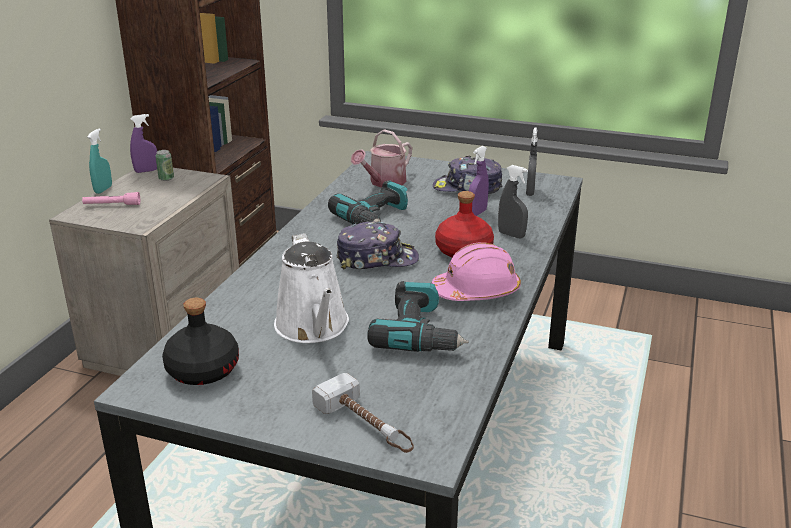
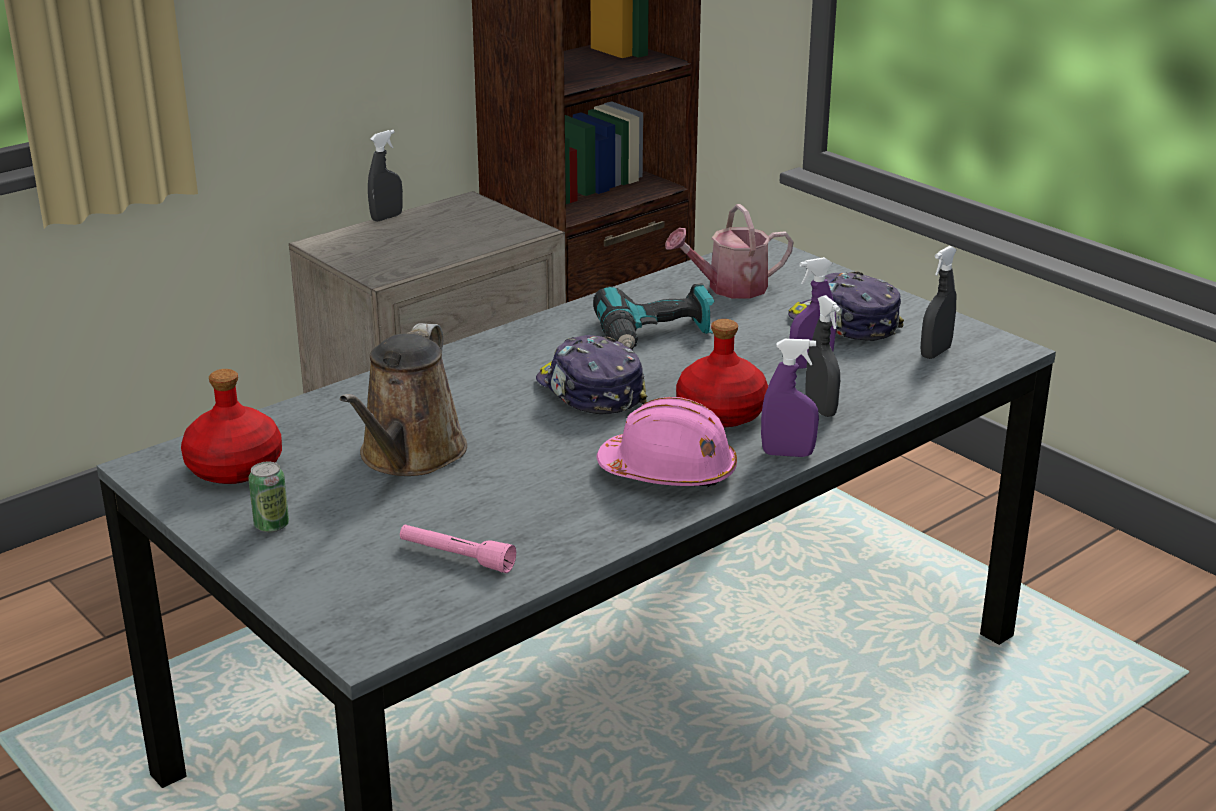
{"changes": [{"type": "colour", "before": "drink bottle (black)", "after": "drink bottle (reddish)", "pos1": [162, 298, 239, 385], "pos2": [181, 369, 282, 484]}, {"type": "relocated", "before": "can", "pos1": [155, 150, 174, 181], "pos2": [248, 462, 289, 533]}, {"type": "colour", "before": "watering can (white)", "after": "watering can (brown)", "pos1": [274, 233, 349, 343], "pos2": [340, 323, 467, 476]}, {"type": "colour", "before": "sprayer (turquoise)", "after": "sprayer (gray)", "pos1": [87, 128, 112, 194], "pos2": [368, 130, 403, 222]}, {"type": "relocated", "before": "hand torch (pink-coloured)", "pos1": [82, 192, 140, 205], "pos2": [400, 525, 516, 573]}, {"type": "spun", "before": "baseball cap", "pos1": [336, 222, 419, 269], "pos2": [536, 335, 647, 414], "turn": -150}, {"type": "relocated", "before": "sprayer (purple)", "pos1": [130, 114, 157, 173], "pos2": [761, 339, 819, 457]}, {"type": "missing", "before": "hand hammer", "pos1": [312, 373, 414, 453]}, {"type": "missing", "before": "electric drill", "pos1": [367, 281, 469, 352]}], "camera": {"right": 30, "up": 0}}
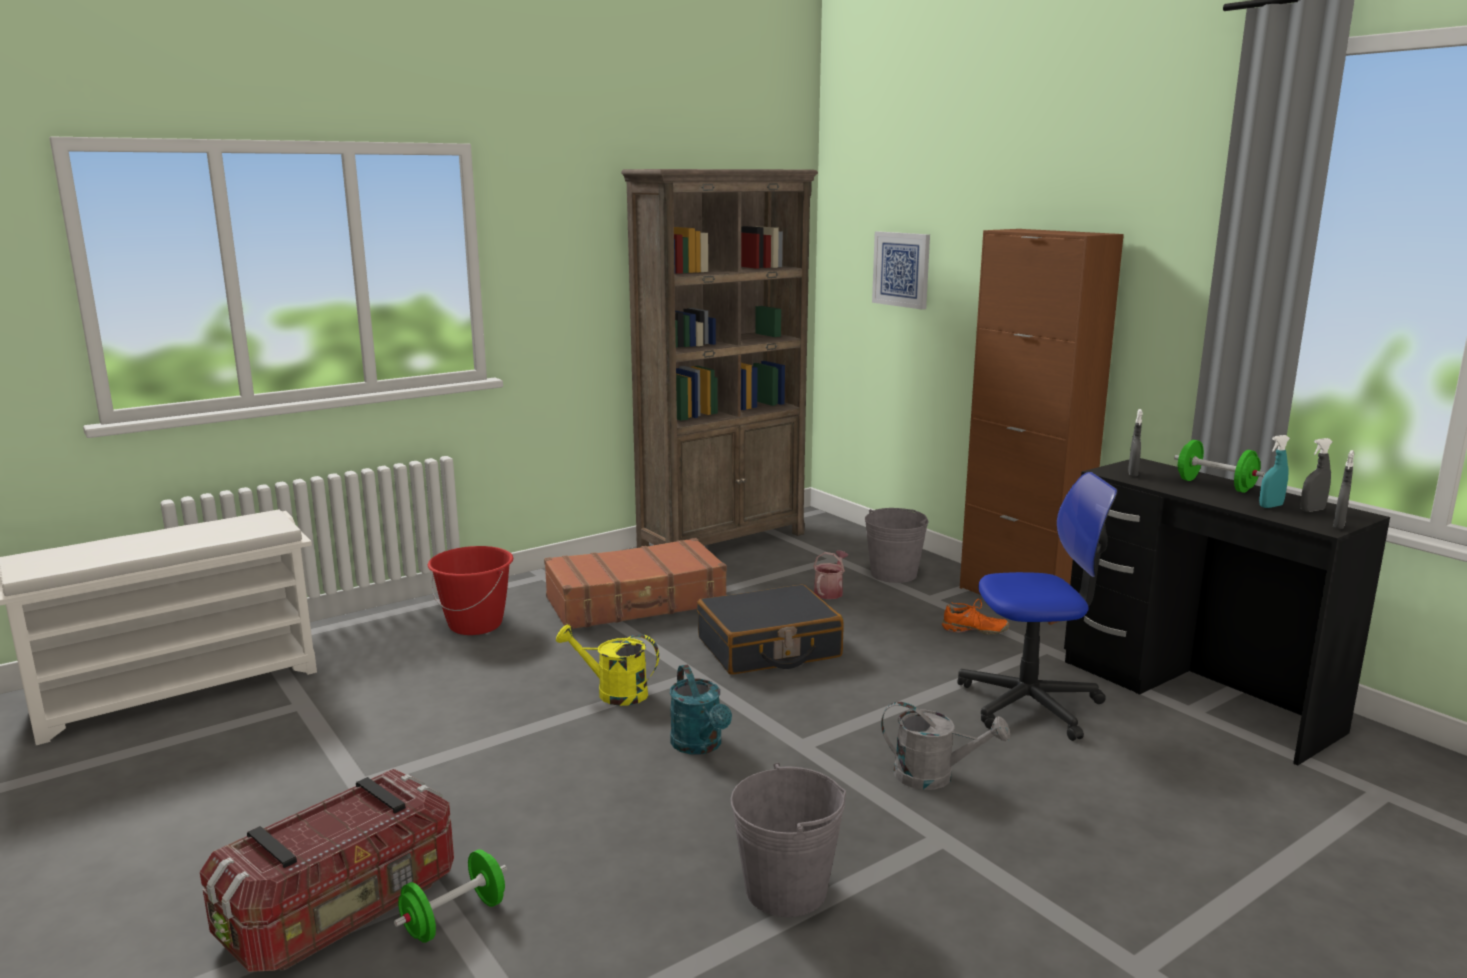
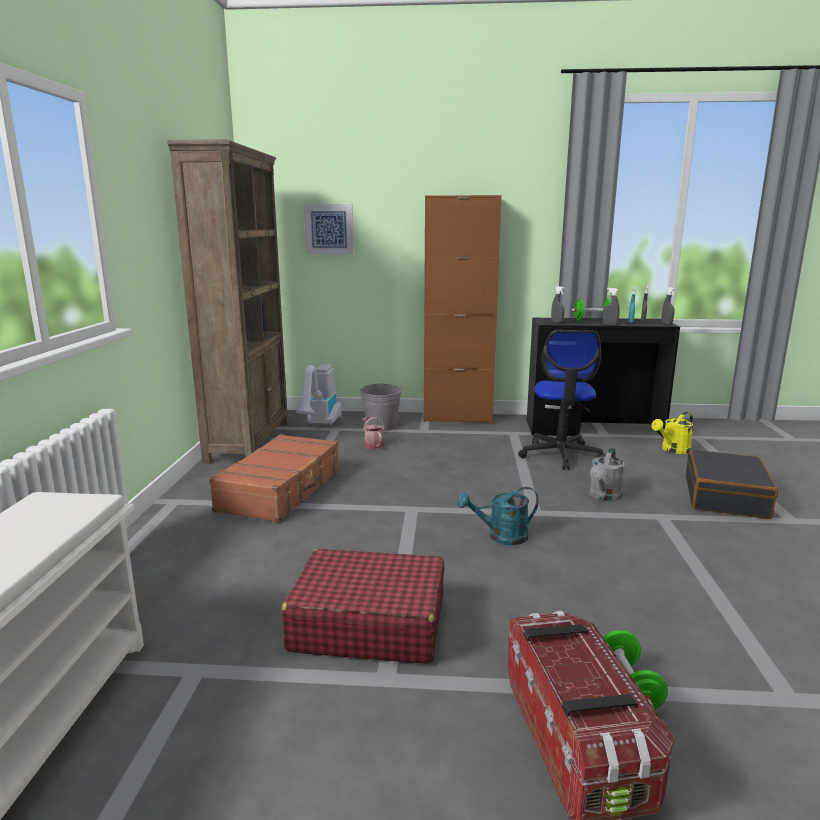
{"changes": [{"type": "appeared", "after": "piece of luggage (reddish)", "pos2": [282, 549, 445, 664]}, {"type": "appeared", "after": "hoover", "pos2": [295, 364, 342, 425]}, {"type": "spun", "before": "watering can (turquoise)", "pos1": [670, 665, 732, 755], "pos2": [457, 487, 539, 545], "turn": 150}, {"type": "spun", "before": "office chair", "pos1": [957, 472, 1118, 741], "pos2": [518, 330, 606, 470], "turn": 150}, {"type": "spun", "before": "watering can (gray)", "pos1": [881, 702, 1010, 790], "pos2": [589, 448, 625, 501], "turn": 150}, {"type": "appeared", "after": "sprayer (gray)", "pos2": [602, 288, 620, 325]}, {"type": "relocated", "before": "watering can (yellowish)", "pos1": [556, 624, 659, 706], "pos2": [651, 412, 694, 454]}, {"type": "relocated", "before": "piece of luggage (black)", "pos1": [697, 584, 844, 675], "pos2": [686, 449, 778, 519]}, {"type": "missing", "before": "water bucket (reddish)", "pos1": [428, 546, 513, 635]}, {"type": "missing", "before": "water bucket (gray)", "pos1": [730, 763, 846, 917]}, {"type": "missing", "before": "item of footwear (orange-coloured)", "pos1": [942, 599, 1009, 635]}], "camera": {"right": -50, "up": 0}}
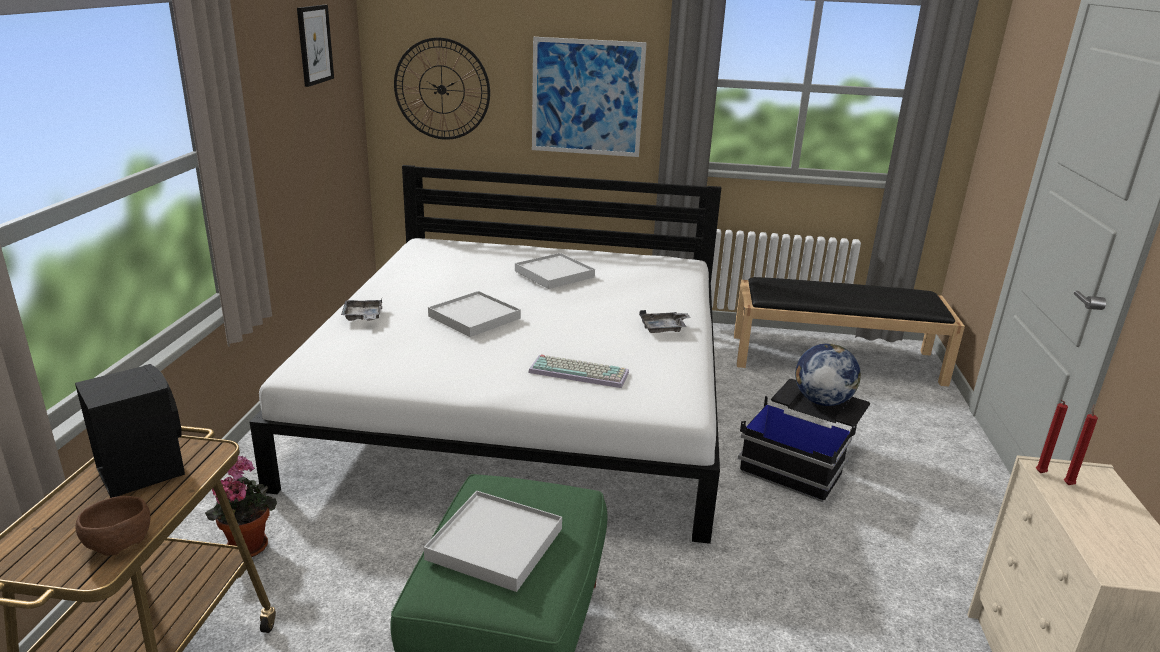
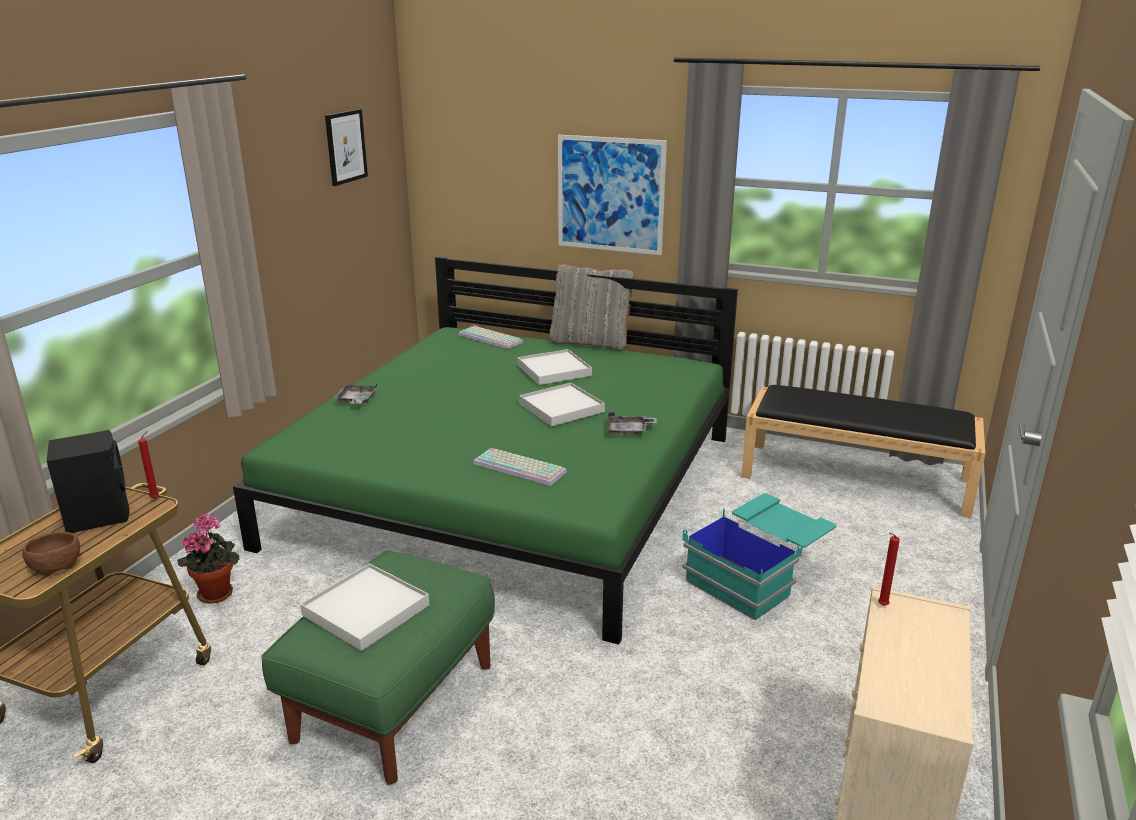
{"changes": [{"type": "relocated", "before": "wax candle (reddish)", "pos1": [1064, 404, 1098, 485], "pos2": [138, 431, 159, 499]}, {"type": "colour", "before": "bedroom bed (white)", "after": "bedroom bed (green)", "pos1": [250, 165, 721, 544], "pos2": [233, 257, 738, 645]}, {"type": "appeared", "after": "keyboard", "pos2": [458, 326, 523, 349]}, {"type": "relocated", "before": "serving tray (white)", "pos1": [428, 291, 521, 337], "pos2": [519, 383, 605, 426]}, {"type": "appeared", "after": "pillow (gray)", "pos2": [550, 264, 635, 351]}, {"type": "colour", "before": "storage bin (black)", "after": "storage bin (turquoise)", "pos1": [738, 379, 870, 502], "pos2": [682, 493, 836, 620]}, {"type": "missing", "before": "hanging clock", "pos1": [394, 38, 490, 140]}, {"type": "missing", "before": "desk globe", "pos1": [795, 343, 861, 406]}], "camera": {"right": 15, "up": 0}}
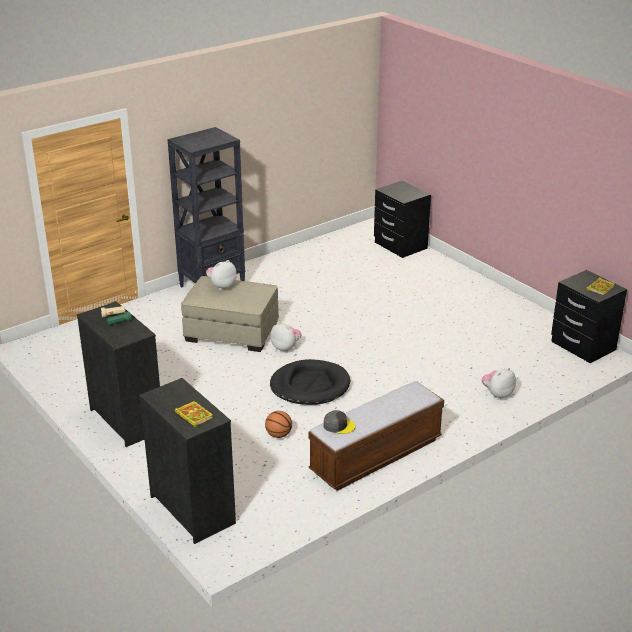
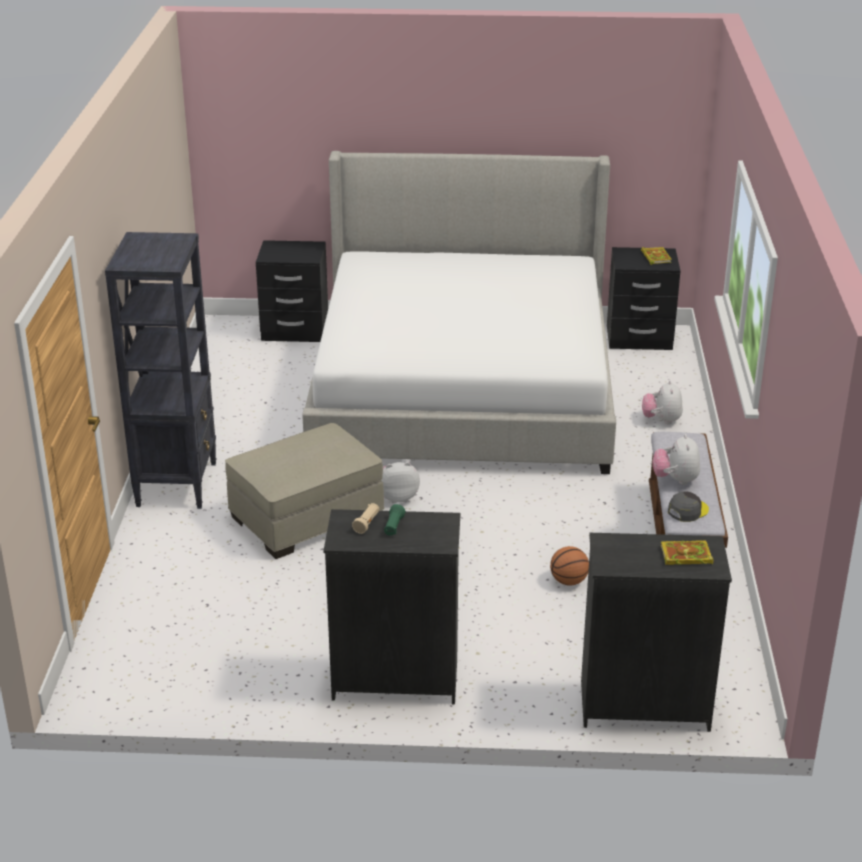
{"changes": [{"type": "appeared", "after": "bedroom bed", "pos2": [302, 151, 616, 474]}, {"type": "relocated", "before": "soft toy", "pos1": [206, 260, 237, 290], "pos2": [652, 434, 700, 485]}, {"type": "missing", "before": "dog cushion (black)", "pos1": [270, 359, 350, 405]}], "camera": {"right": -50, "up": 0}}
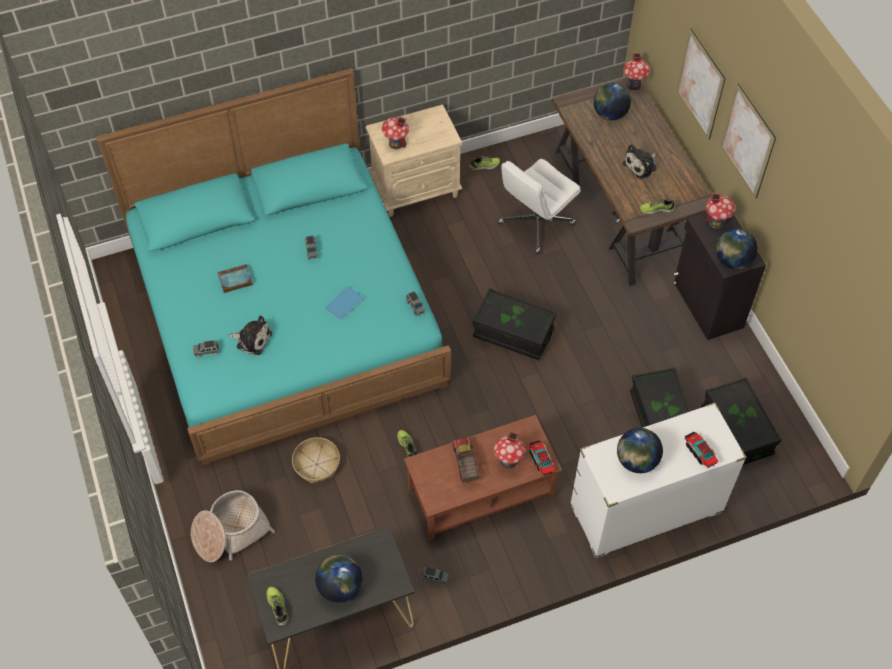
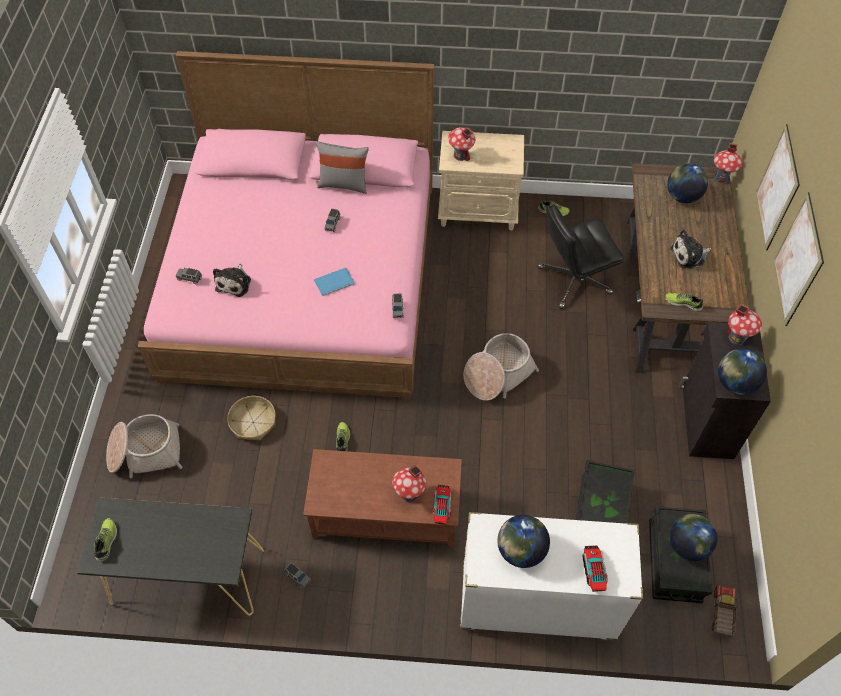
{"changes": [{"type": "colour", "before": "bedroom bed (turquoise)", "after": "bedroom bed (pink-coloured)", "pos1": [96, 68, 451, 466], "pos2": [138, 51, 434, 399]}, {"type": "spun", "before": "soft toy", "pos1": [228, 315, 272, 355], "pos2": [213, 264, 251, 297], "turn": 60}, {"type": "appeared", "after": "pillow (gray)", "pos2": [316, 141, 369, 194]}, {"type": "exchanged", "before": "storage bin (black)", "after": "basket", "pos1": [473, 288, 557, 360], "pos2": [463, 333, 539, 401]}, {"type": "colour", "before": "office chair (white)", "after": "office chair (black)", "pos1": [498, 159, 581, 254], "pos2": [538, 204, 624, 309]}, {"type": "relocated", "before": "desk globe", "pos1": [315, 555, 362, 603], "pos2": [669, 514, 717, 561]}, {"type": "relocated", "before": "toy truck", "pos1": [452, 437, 479, 482], "pos2": [712, 584, 737, 637]}, {"type": "missing", "before": "book", "pos1": [217, 264, 253, 293]}], "camera": {"right": 25, "up": 0}}
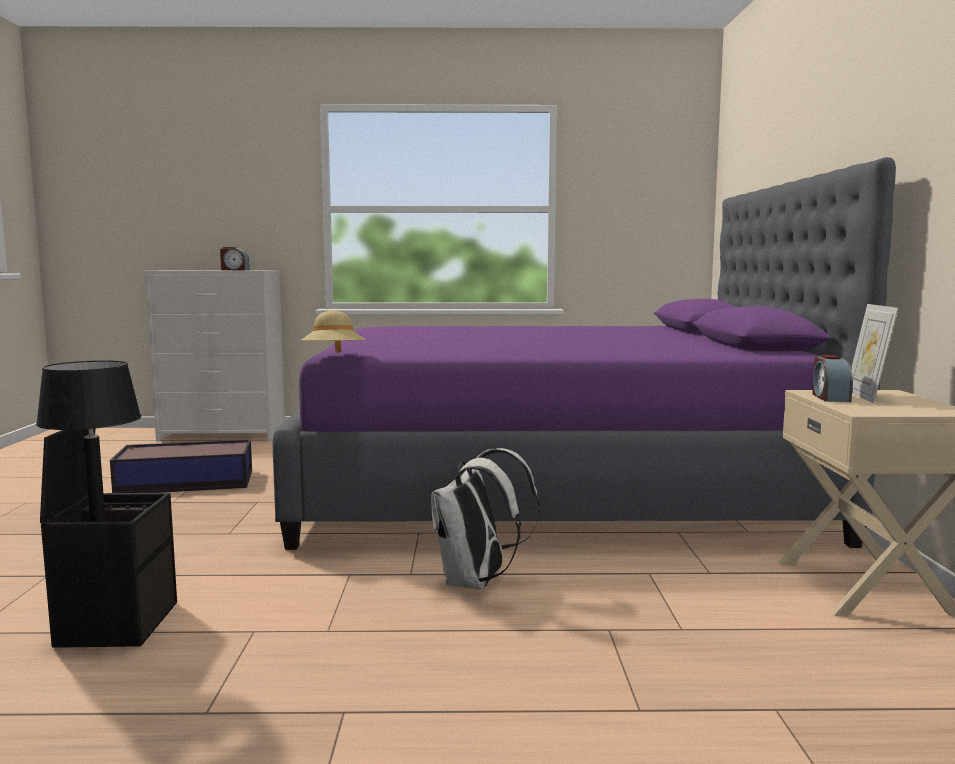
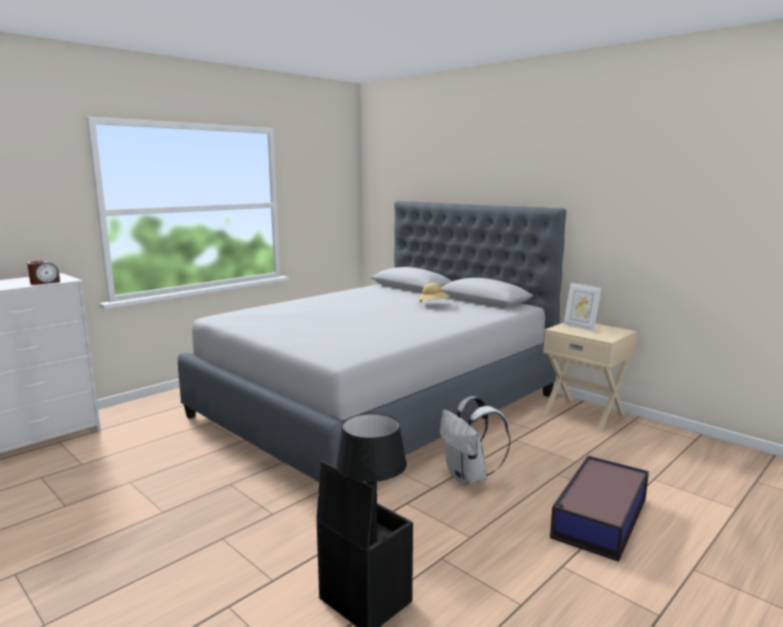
{"changes": [{"type": "colour", "before": "bedroom bed (purple)", "after": "bedroom bed (gray)", "pos1": [273, 157, 896, 550], "pos2": [178, 201, 566, 482]}, {"type": "relocated", "before": "wearable hat (beige-coloured)", "pos1": [300, 311, 366, 353], "pos2": [417, 283, 450, 303]}, {"type": "relocated", "before": "storage bin", "pos1": [110, 440, 252, 493], "pos2": [550, 456, 649, 562]}, {"type": "missing", "before": "bedside clock", "pos1": [812, 355, 853, 402]}], "camera": {"right": -45, "up": 5}}
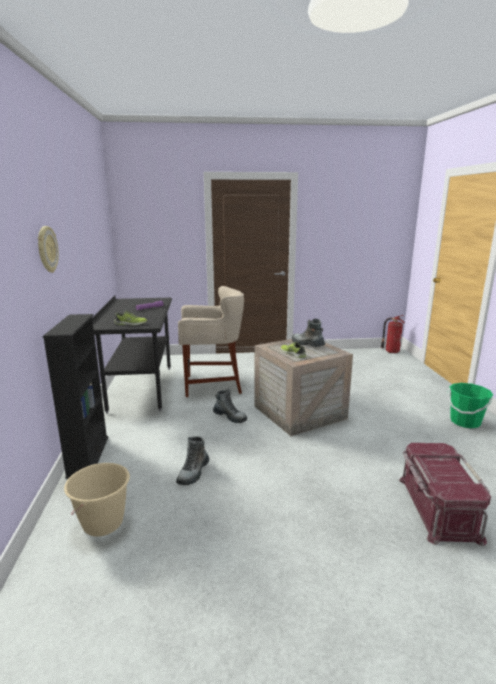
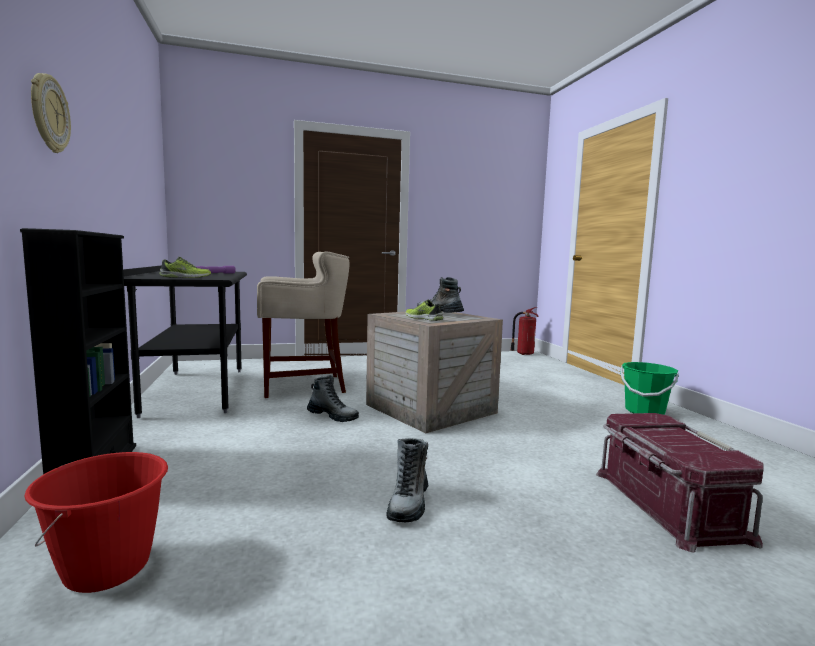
{"changes": [{"type": "colour", "before": "water bucket (beige-coloured)", "after": "water bucket (reddish)", "pos1": [64, 463, 130, 537], "pos2": [24, 452, 168, 593]}, {"type": "relocated", "before": "tall boot", "pos1": [176, 436, 209, 485], "pos2": [386, 438, 428, 522]}], "camera": {"right": -10, "up": -10}}
